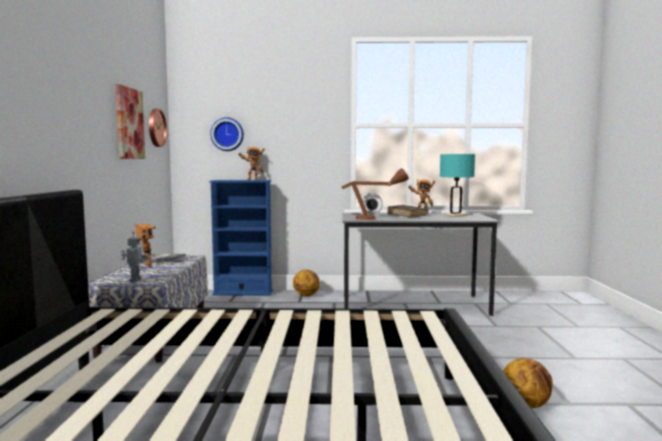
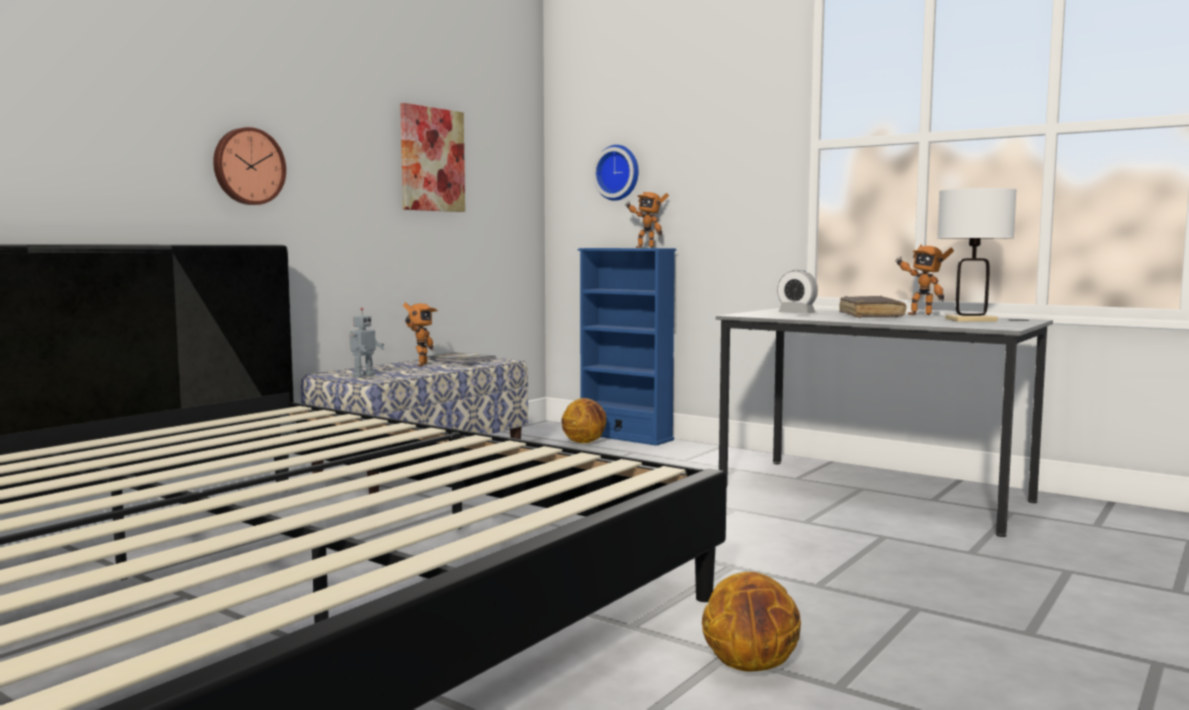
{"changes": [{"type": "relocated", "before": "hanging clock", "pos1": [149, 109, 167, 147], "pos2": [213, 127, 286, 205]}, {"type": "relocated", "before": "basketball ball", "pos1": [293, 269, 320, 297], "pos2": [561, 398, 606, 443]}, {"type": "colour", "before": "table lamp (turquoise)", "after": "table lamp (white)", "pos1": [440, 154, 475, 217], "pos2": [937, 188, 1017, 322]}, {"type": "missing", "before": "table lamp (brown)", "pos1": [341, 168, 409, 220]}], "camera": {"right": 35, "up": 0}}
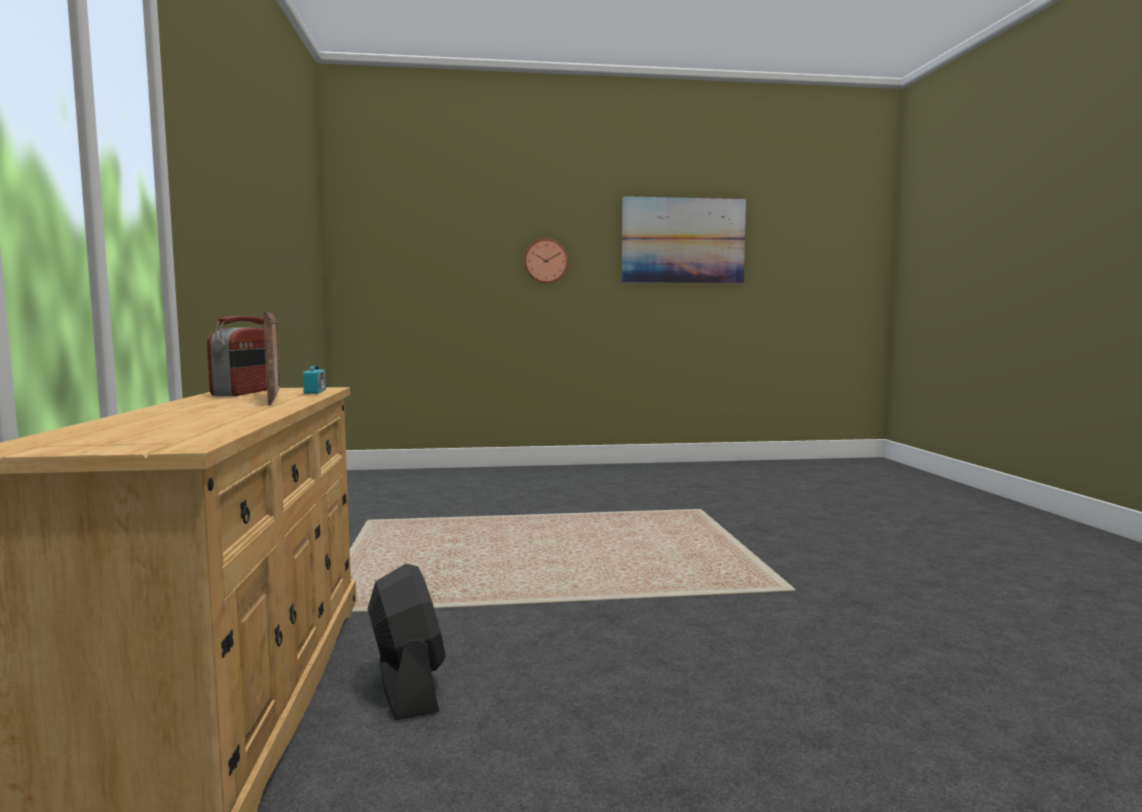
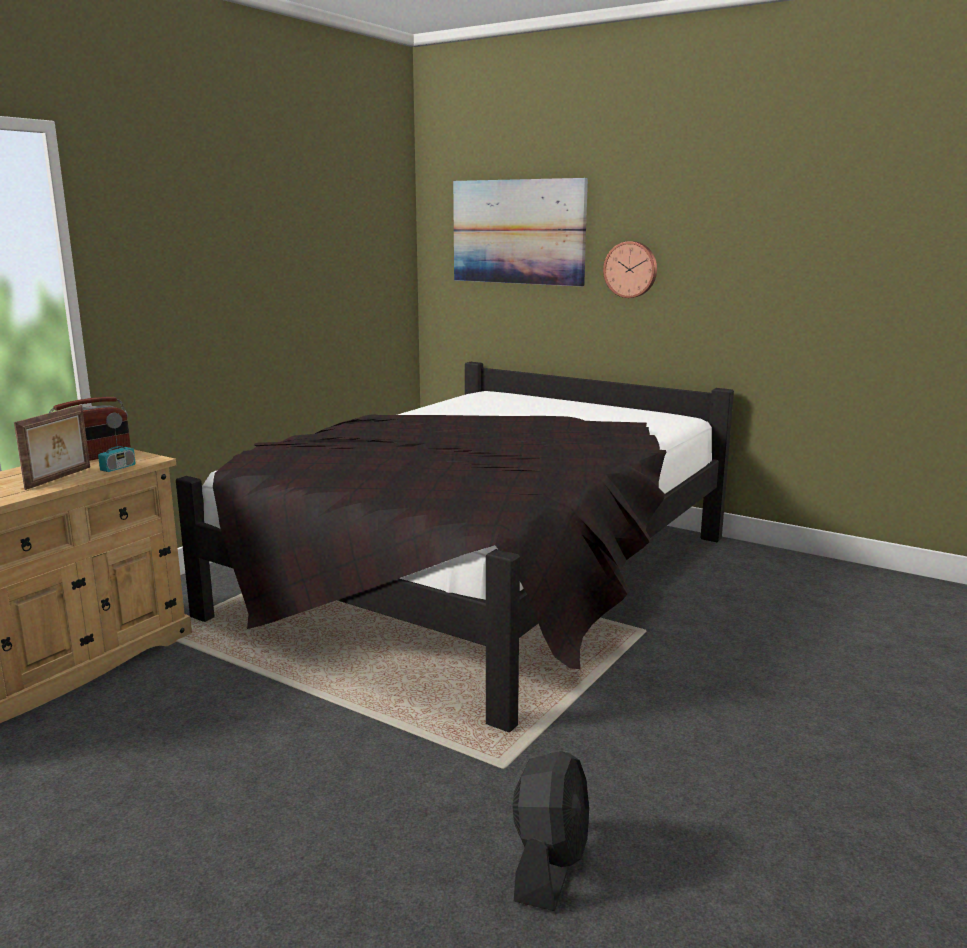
{"changes": [{"type": "appeared", "after": "bedroom bed (black)", "pos2": [176, 362, 734, 732]}, {"type": "relocated", "before": "wall picture", "pos1": [622, 196, 746, 283], "pos2": [453, 178, 588, 287]}, {"type": "relocated", "before": "electric fan (black)", "pos1": [368, 564, 446, 720], "pos2": [512, 751, 589, 911]}], "camera": {"right": 40, "up": 10}}
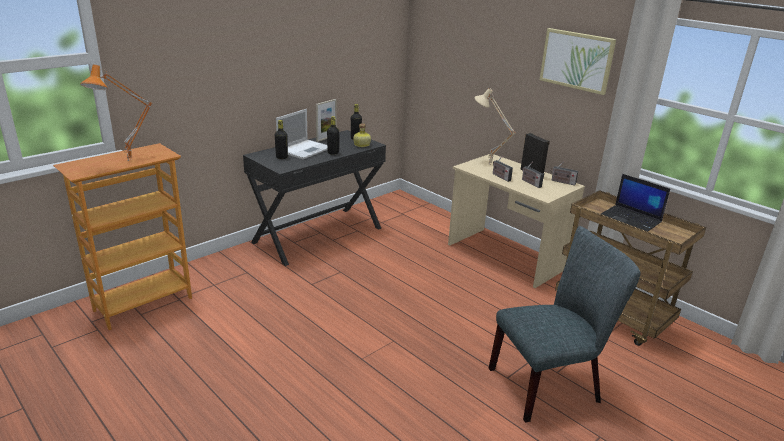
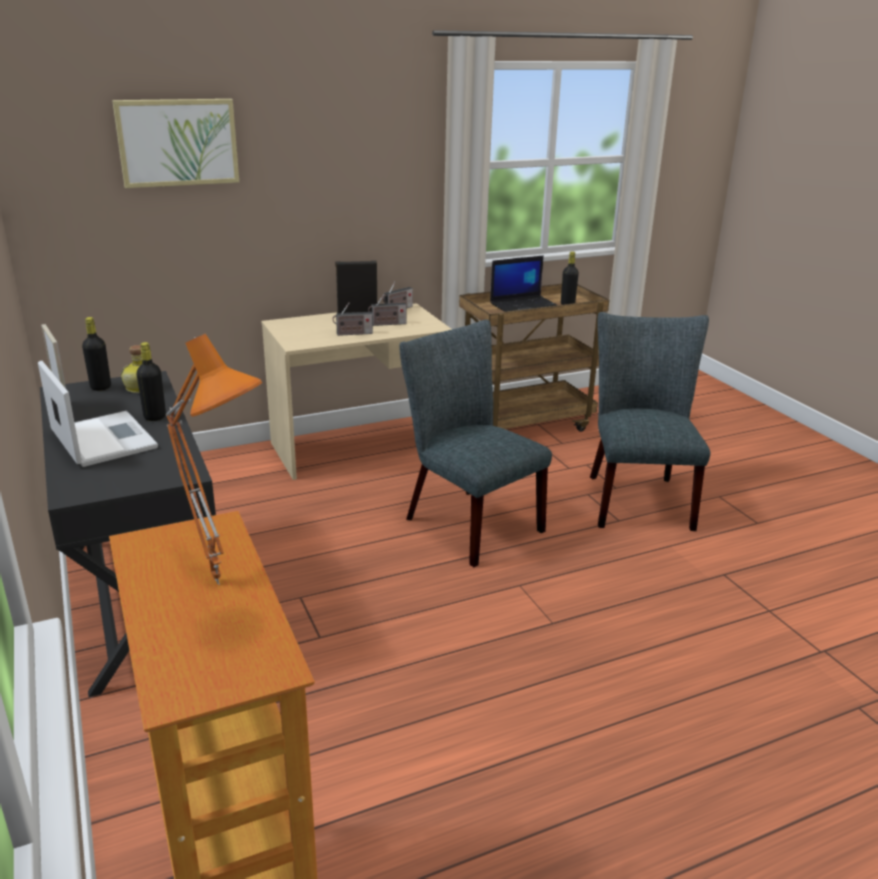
{"changes": [{"type": "relocated", "before": "wall picture", "pos1": [540, 28, 616, 95], "pos2": [112, 99, 239, 188]}, {"type": "appeared", "after": "chair (gray)", "pos2": [400, 320, 552, 567]}, {"type": "relocated", "before": "drink bottle (black)", "pos1": [275, 120, 288, 159], "pos2": [561, 251, 579, 305]}, {"type": "missing", "before": "table lamp (beige-coloured)", "pos1": [474, 88, 516, 164]}], "camera": {"right": -70, "up": 0}}
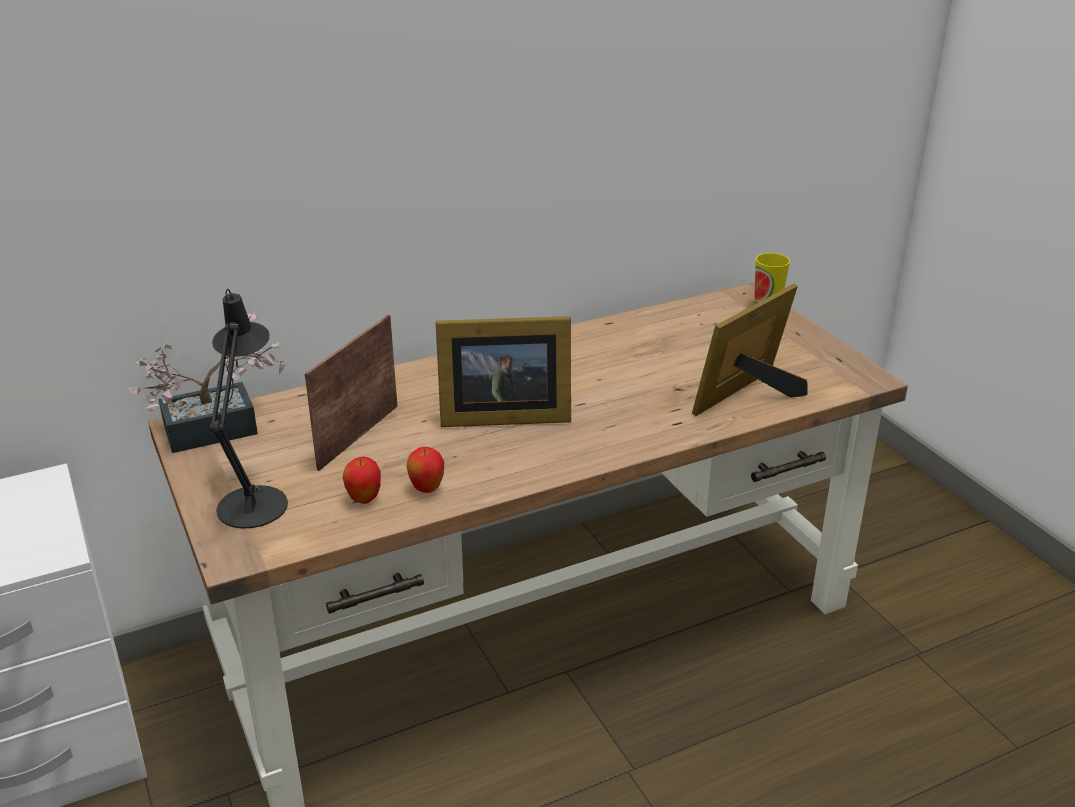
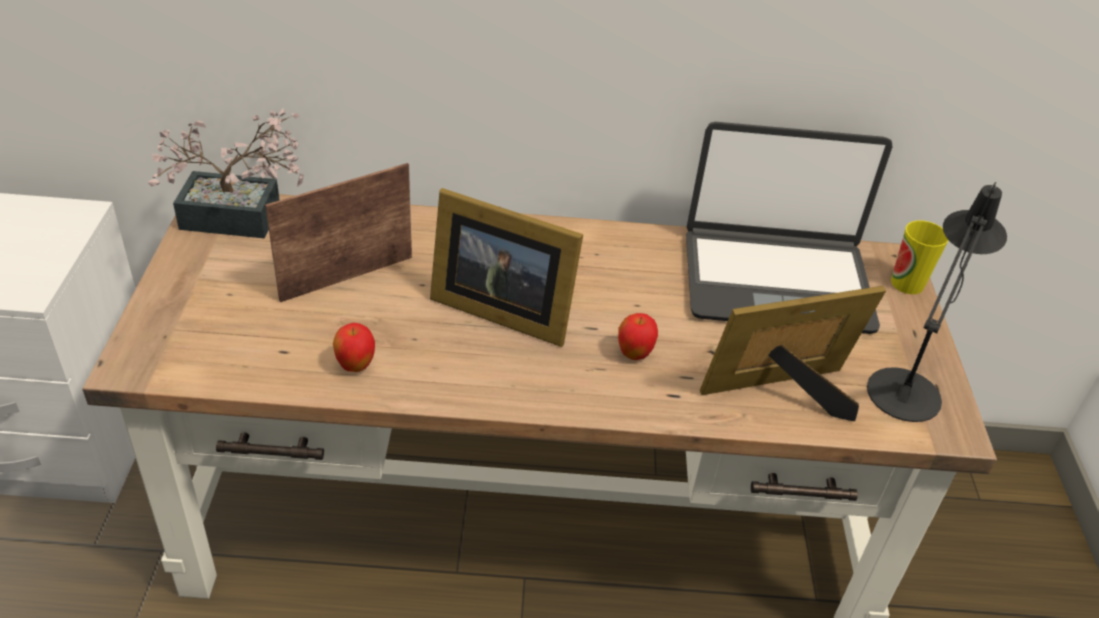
{"changes": [{"type": "relocated", "before": "apple fruit", "pos1": [343, 456, 381, 504], "pos2": [618, 313, 658, 360]}, {"type": "appeared", "after": "portable computer", "pos2": [686, 122, 892, 334]}, {"type": "relocated", "before": "table lamp (black)", "pos1": [210, 289, 288, 529], "pos2": [867, 182, 1007, 422]}], "camera": {"right": 25, "up": 10}}
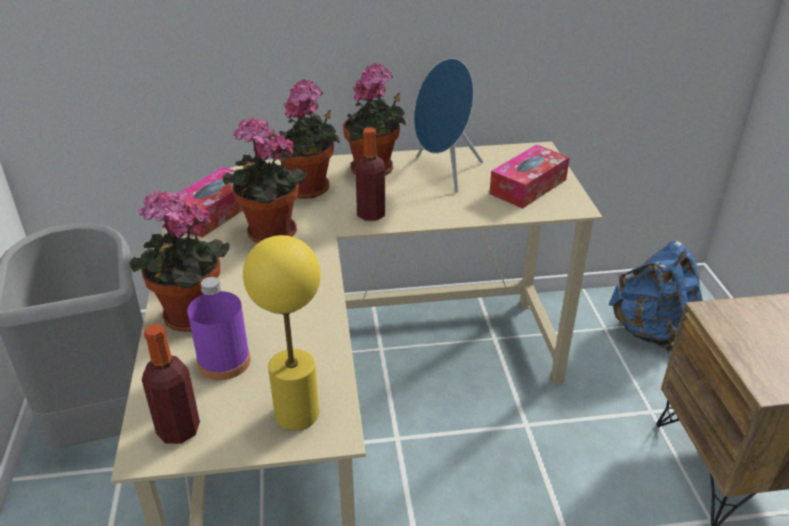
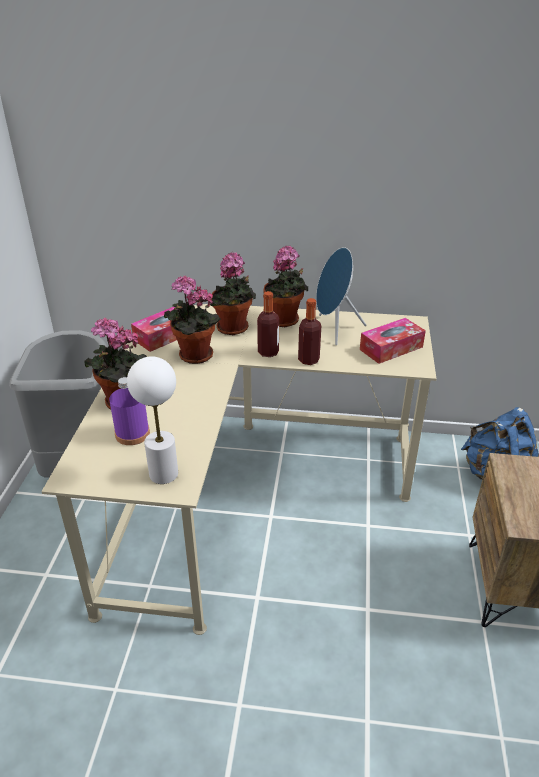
{"changes": [{"type": "colour", "before": "table lamp (yellowish)", "after": "table lamp (white)", "pos1": [243, 235, 321, 431], "pos2": [127, 356, 178, 484]}, {"type": "relocated", "before": "drink bottle", "pos1": [142, 324, 200, 444], "pos2": [298, 298, 321, 365]}], "camera": {"right": 15, "up": 0}}
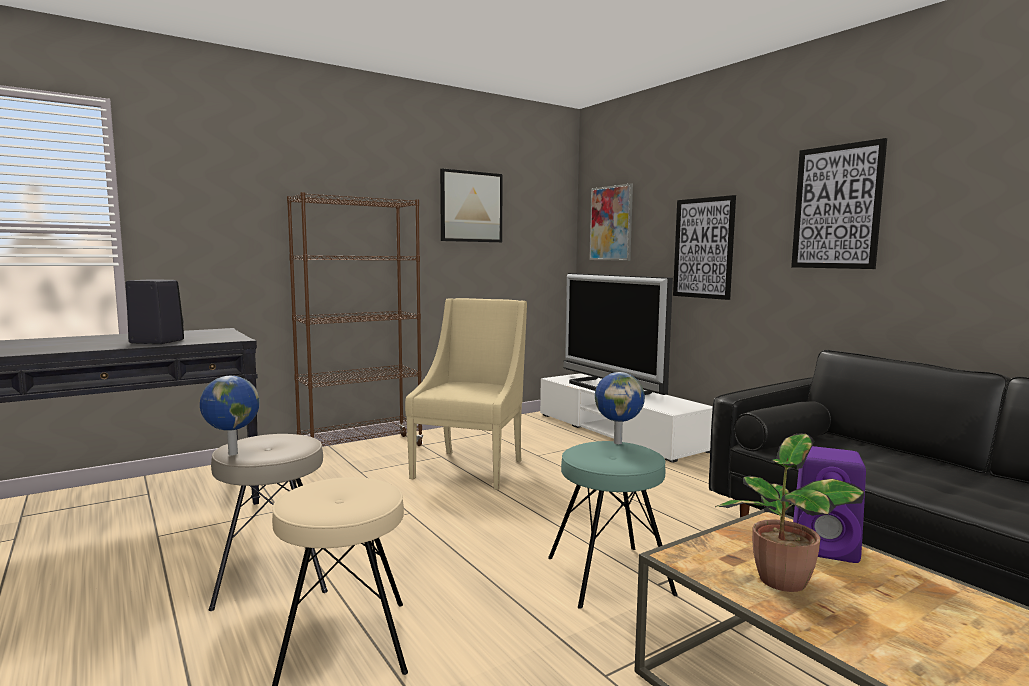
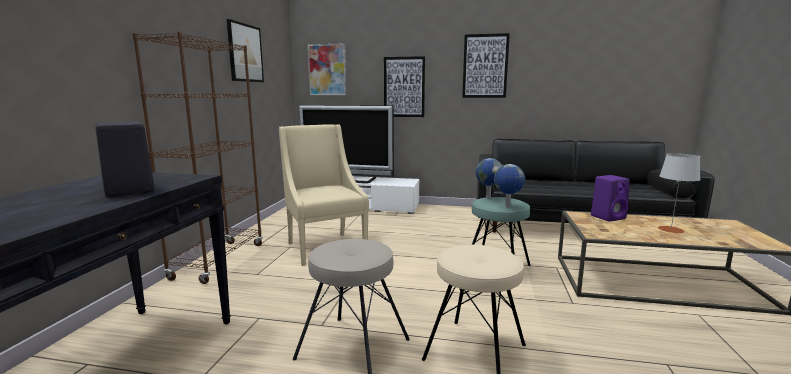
{"changes": [{"type": "relocated", "before": "desk globe", "pos1": [200, 376, 260, 455], "pos2": [494, 164, 525, 208]}, {"type": "appeared", "after": "table lamp (gray)", "pos2": [658, 153, 701, 233]}, {"type": "missing", "before": "houseplant", "pos1": [715, 433, 864, 592]}], "camera": {"right": -45, "up": 5}}
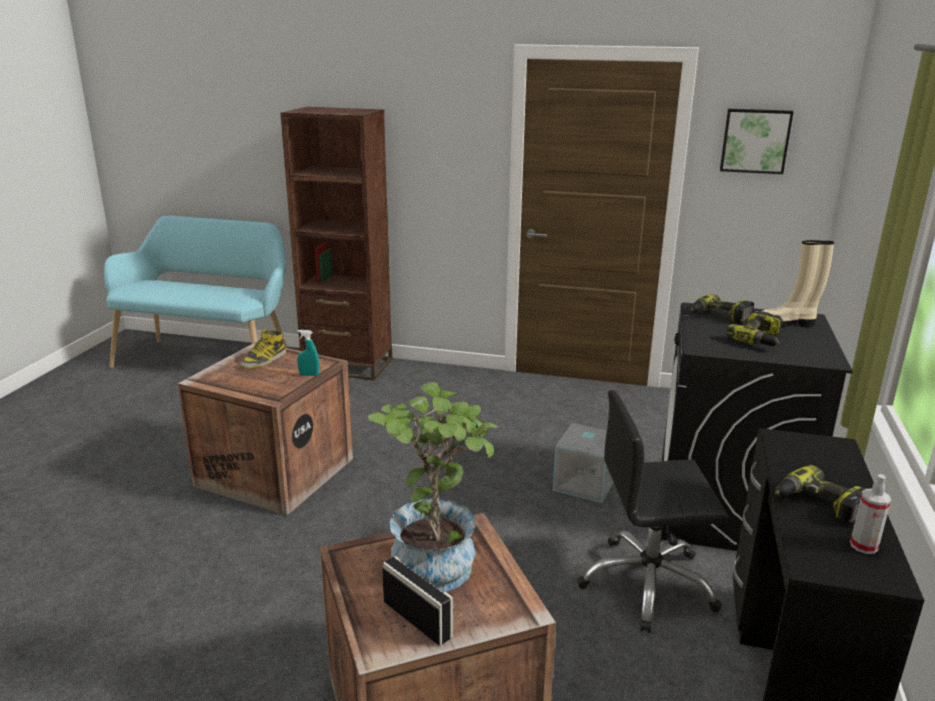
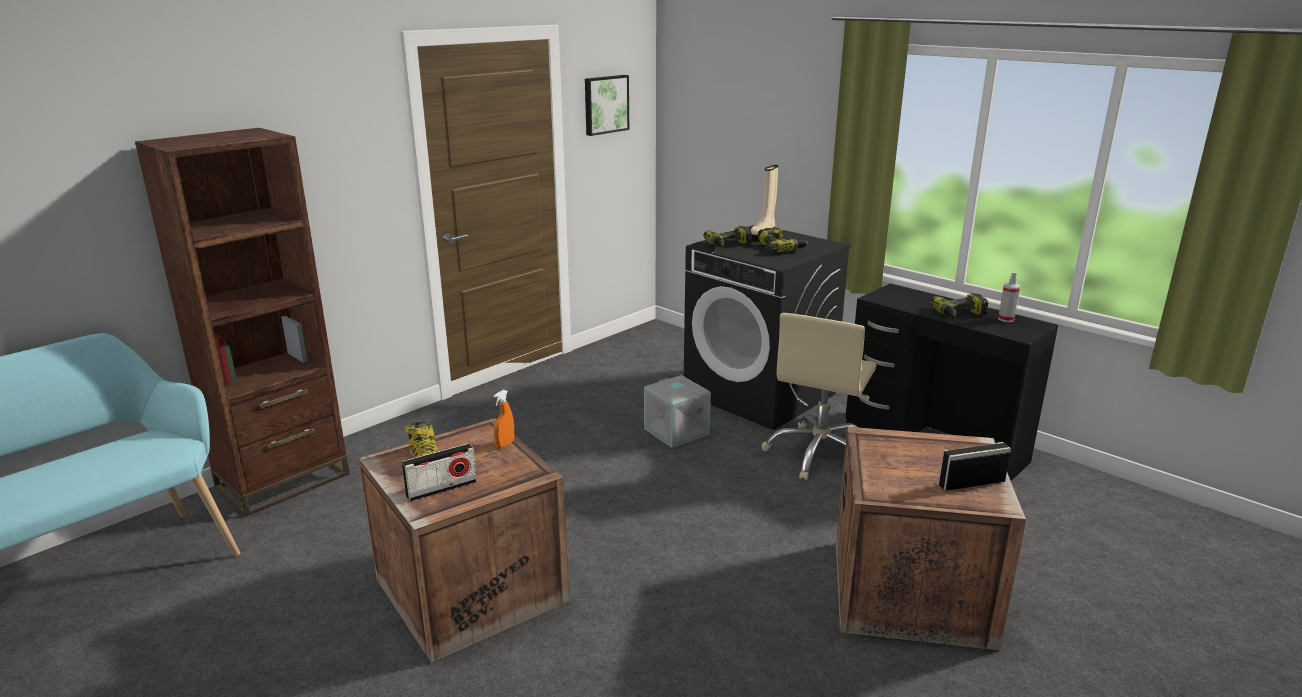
{"changes": [{"type": "appeared", "after": "radio receiver", "pos2": [402, 443, 477, 502]}, {"type": "colour", "before": "sprayer (turquoise)", "after": "sprayer (orange-coloured)", "pos1": [297, 330, 319, 376], "pos2": [493, 390, 514, 448]}, {"type": "colour", "before": "office chair (black)", "after": "office chair (beige-coloured)", "pos1": [577, 390, 729, 633], "pos2": [762, 313, 876, 481]}, {"type": "missing", "before": "houseplant", "pos1": [368, 382, 498, 592]}], "camera": {"right": -60, "up": 0}}
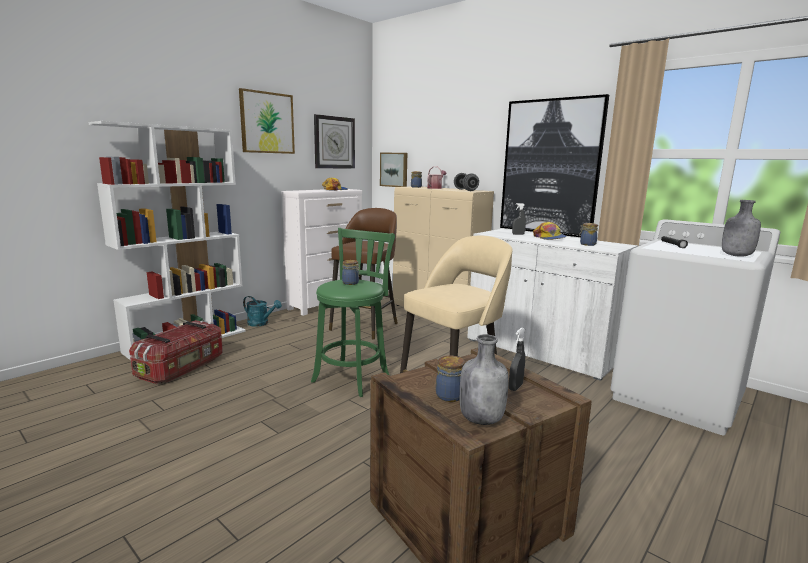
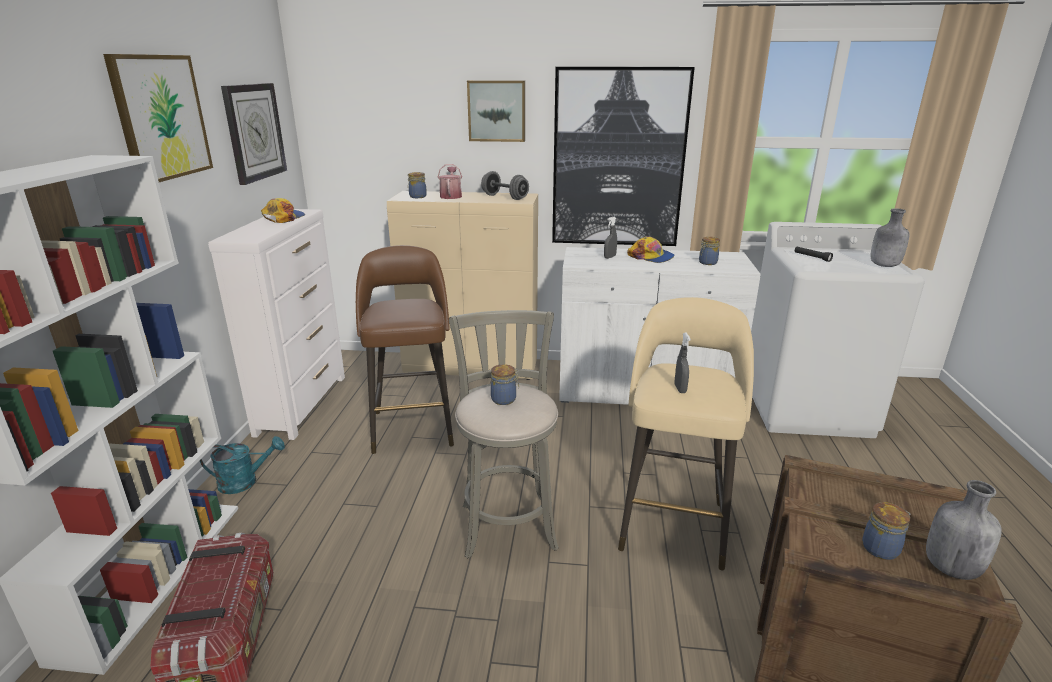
{"changes": [{"type": "colour", "before": "stool seat (green)", "after": "stool seat (gray)", "pos1": [311, 228, 395, 397], "pos2": [449, 310, 559, 558]}, {"type": "relocated", "before": "wall picture", "pos1": [380, 153, 407, 187], "pos2": [467, 80, 525, 142]}, {"type": "relocated", "before": "sprayer (gray)", "pos1": [509, 328, 525, 391], "pos2": [674, 332, 691, 393]}], "camera": {"right": -35, "up": 10}}
